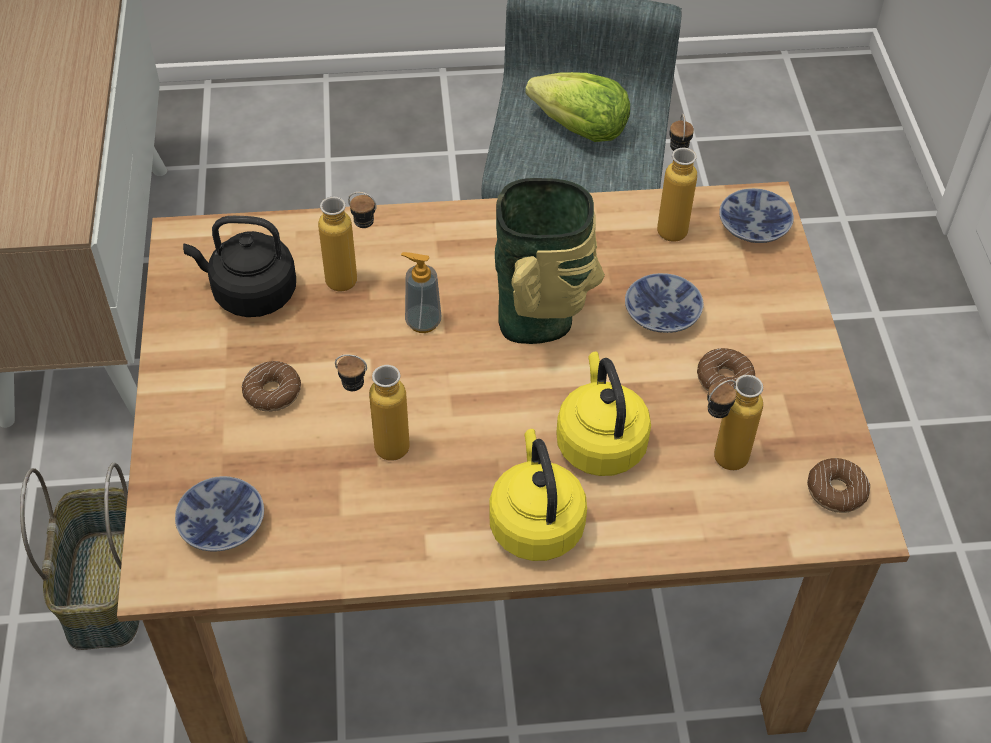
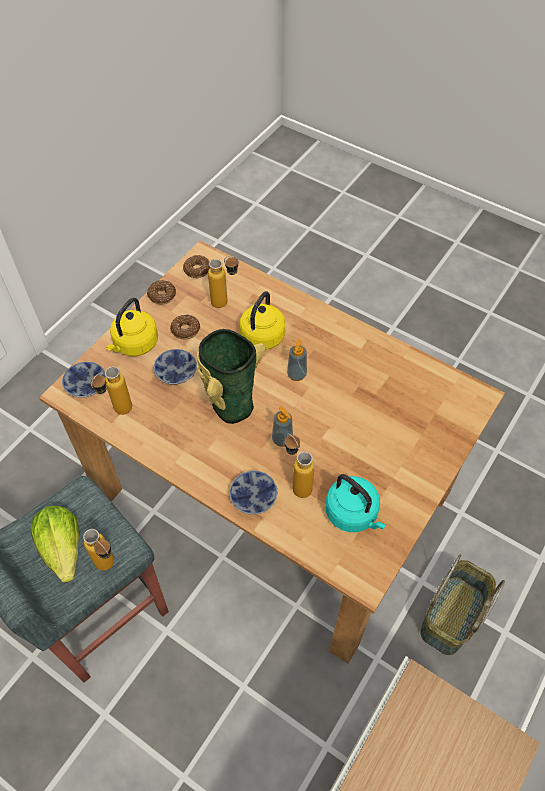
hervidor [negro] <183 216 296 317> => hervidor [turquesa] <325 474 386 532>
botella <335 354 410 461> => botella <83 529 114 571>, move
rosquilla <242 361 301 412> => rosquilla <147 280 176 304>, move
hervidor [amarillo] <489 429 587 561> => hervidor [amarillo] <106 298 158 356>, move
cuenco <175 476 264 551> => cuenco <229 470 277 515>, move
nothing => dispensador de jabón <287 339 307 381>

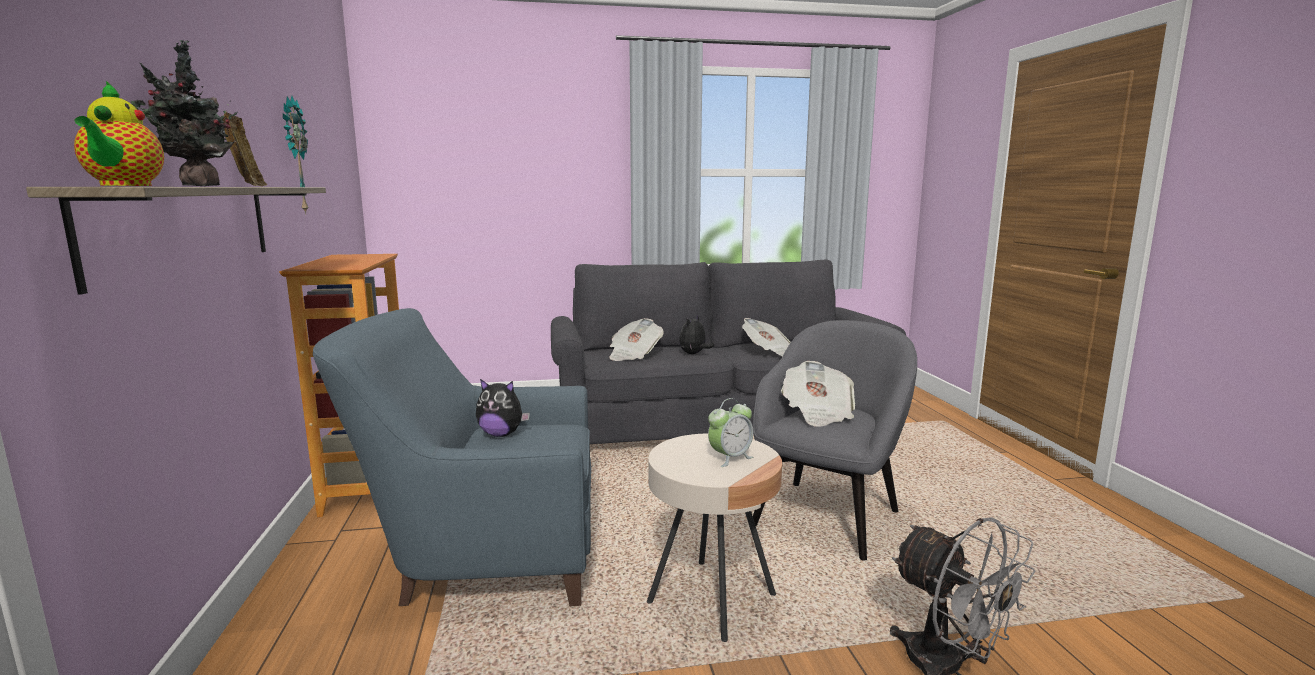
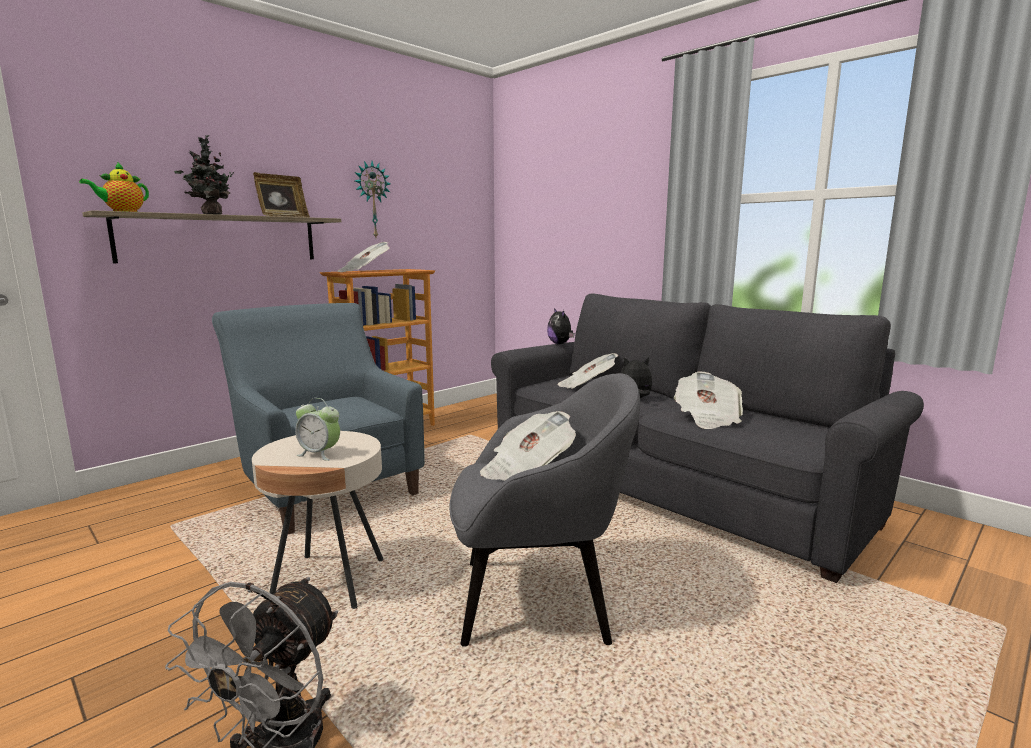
peluche <476 379 530 437> => peluche <547 308 574 344>, move
nothing => periódico <338 242 390 272>

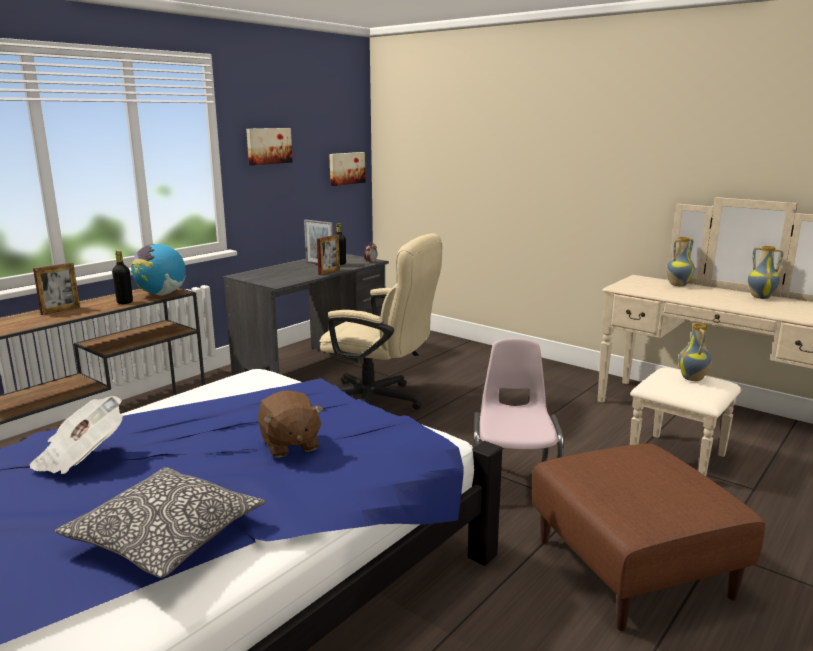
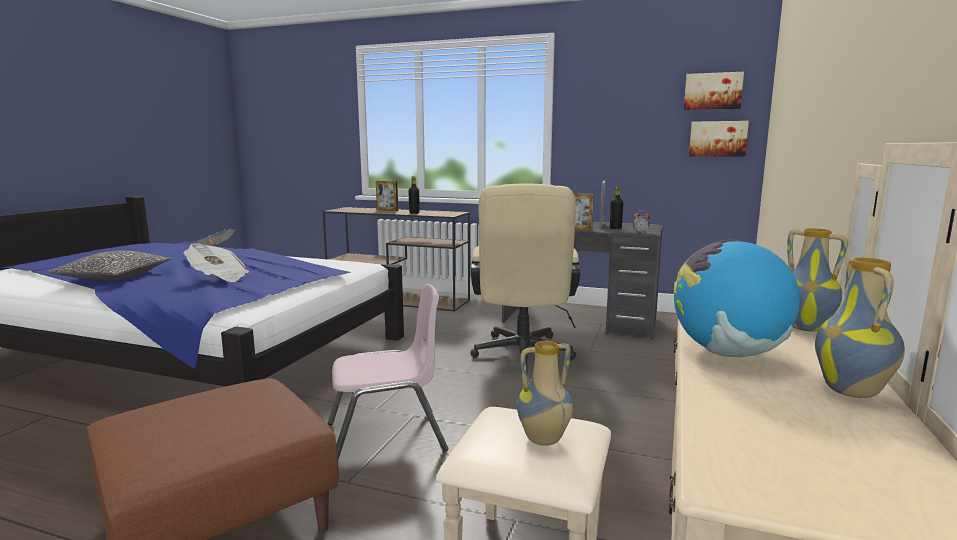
cuadro <246 128 293 165> => cuadro <684 72 744 110>, move
globo terráqueo <131 244 186 296> => globo terráqueo <673 240 800 357>, move
peluche [marrón] <258 391 324 458> => periódico <184 244 249 282>

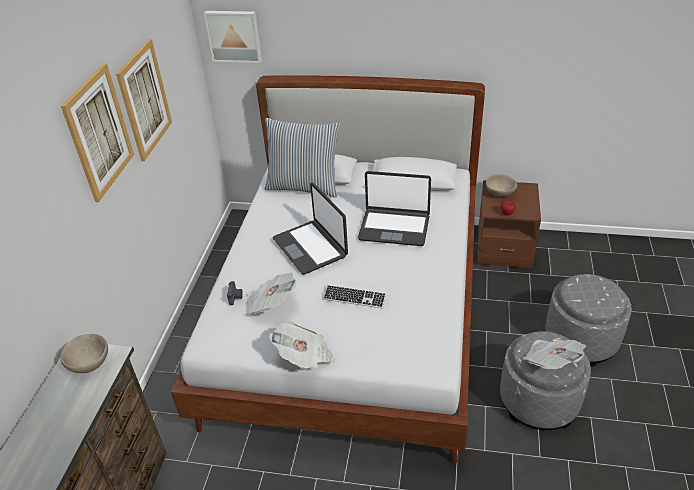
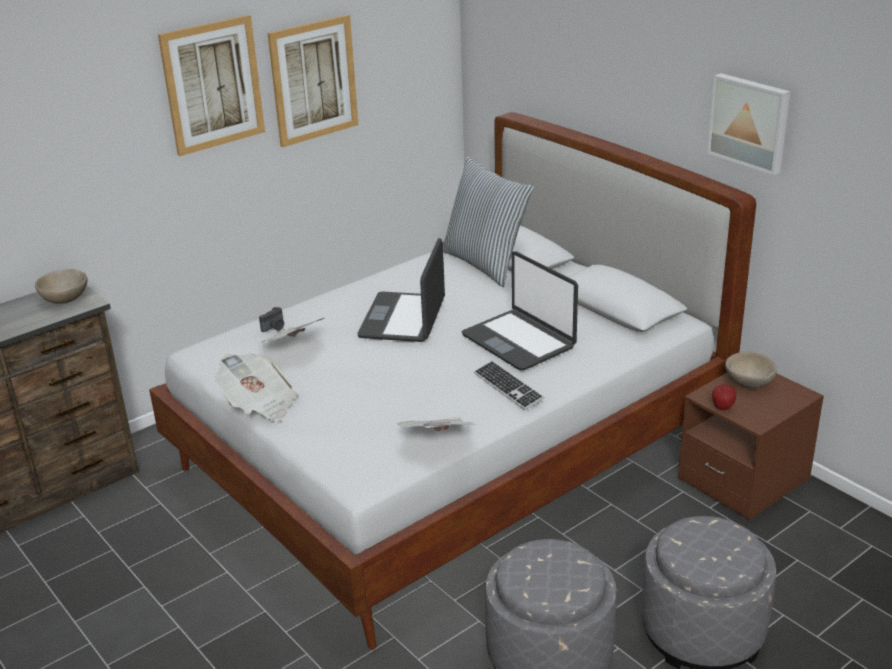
cuadro <204 11 262 63> => cuadro <707 73 790 175>, move
teclado <323 285 386 309> => teclado <474 361 544 410>, move
periódico <523 339 586 369> => periódico <397 417 474 431>, move

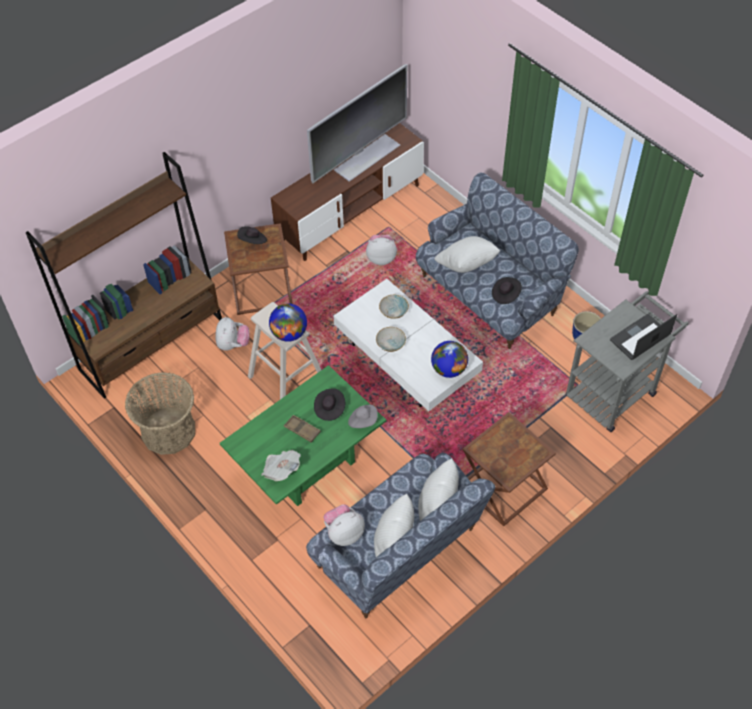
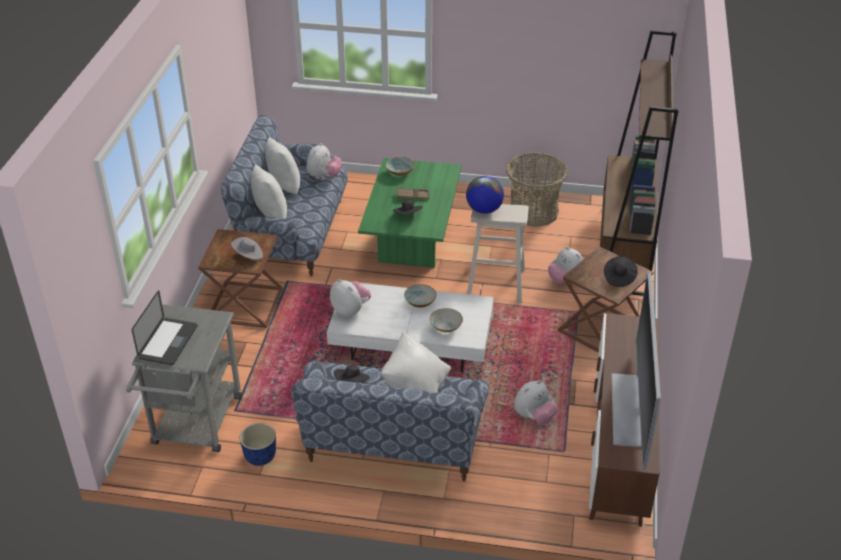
globo terráqueo <431 341 468 378> => peluche <330 279 371 317>
sombrero [gris] <348 405 378 428> => sombrero [gris] <231 237 263 260>, move
periódico <261 450 301 481> => cuenco <386 157 415 176>

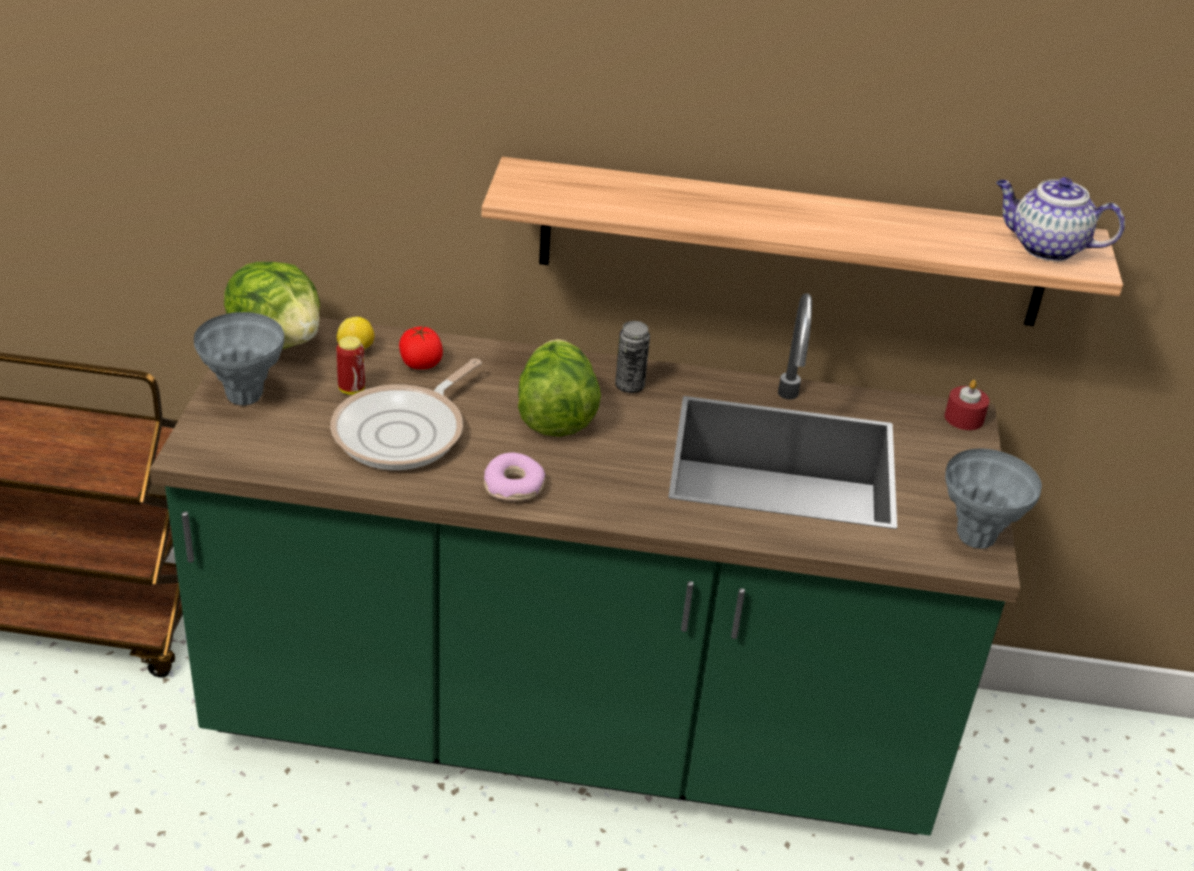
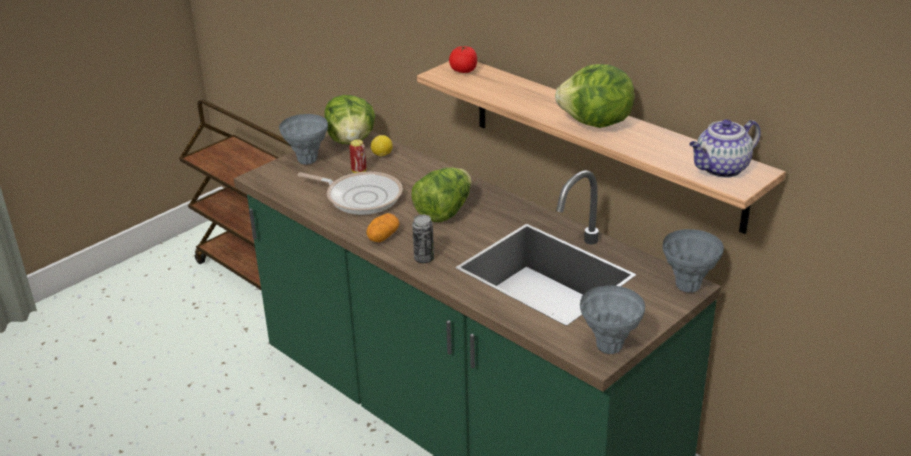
tetera <996 177 1125 261> => tetera <689 119 761 178>, 90 degrees counterclockwise
lata <615 321 650 393> => lata <412 215 434 263>, move
tomate <399 325 443 369> => tomate <449 46 477 73>, move
sartén <330 358 482 470> => sartén <298 172 403 215>, 135 degrees counterclockwise
vela [rojo] <945 380 990 430> => florero [gris] <662 229 724 293>
rosquilla <484 453 546 501> => patata <366 213 400 242>
nothing => lechuga <555 64 635 128>

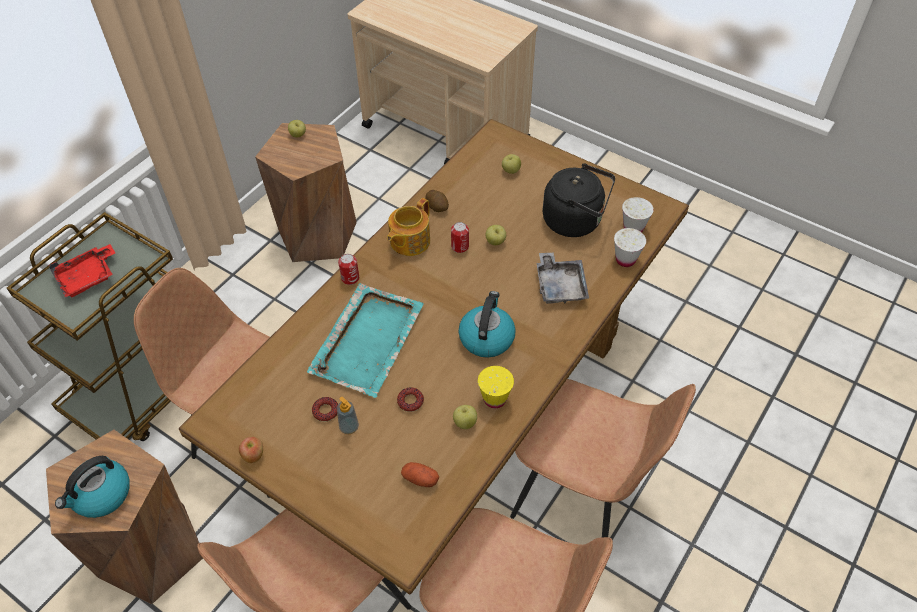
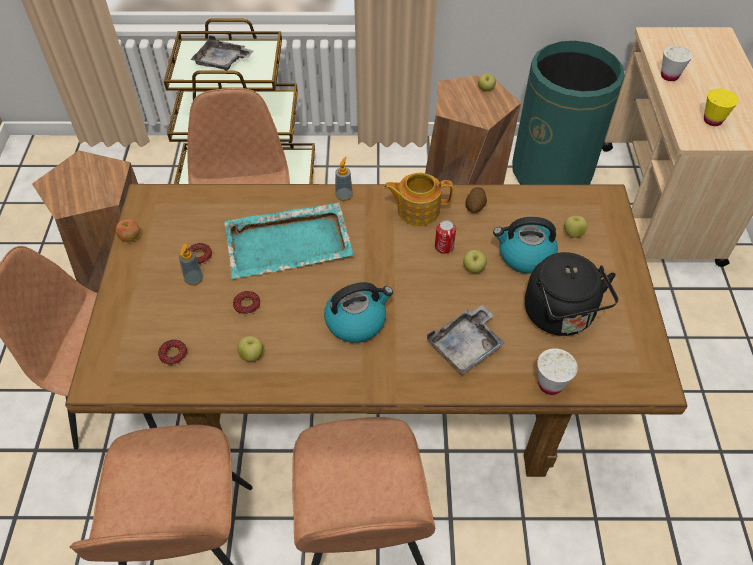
taza [blanco] <622 197 654 232> => taza [blanco] <661 45 693 81>, move
bandeja [rojo] <49 244 115 298> => bandeja [gris] <190 35 254 70>
lata <338 254 359 285> => dispensador de jabón <335 157 353 201>
taza [amarillo] <478 366 514 409> => taza [amarillo] <704 89 739 126>, move
hervidor <55 456 130 518> => hervidor <493 217 558 274>, move
patata <401 462 439 487> => rosquilla <158 339 187 365>
nothing => papelera [verde] <512 41 625 185>

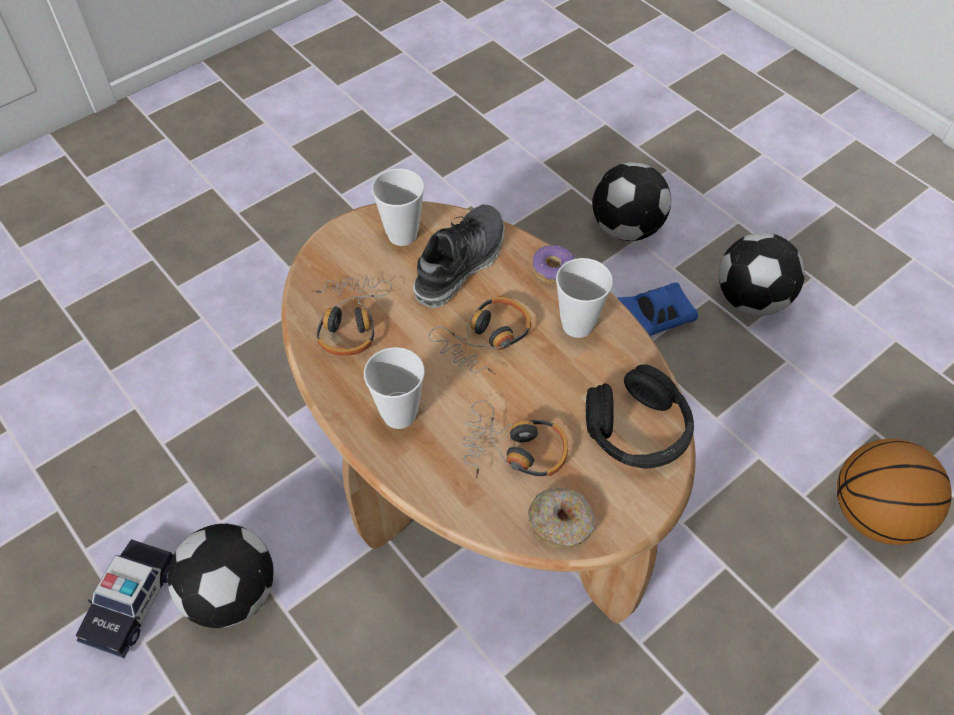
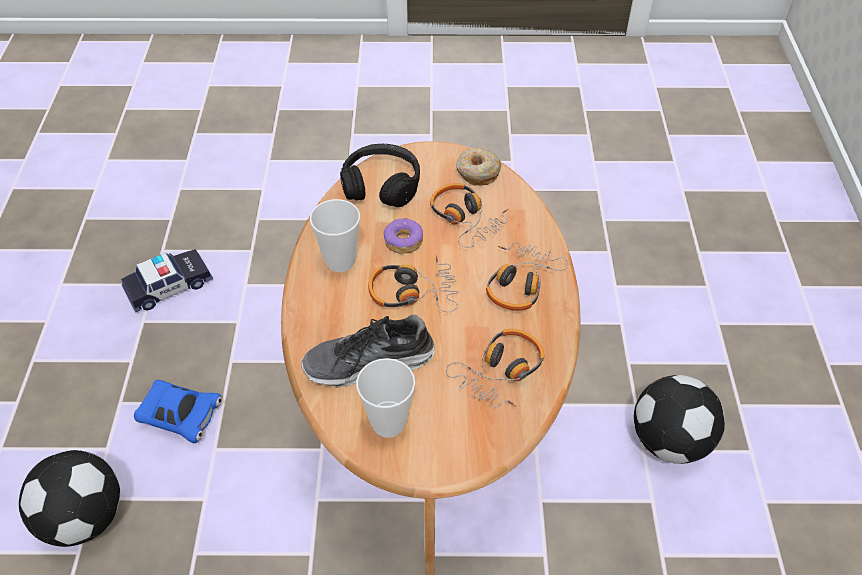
balón de fútbol <718 233 805 316> => nothing
rosquilla <532 245 575 284> => rosquilla <384 218 423 254>, move
taza <364 347 425 429> => auriculares <486 242 568 311>
balón de baloncesto <837 439 952 545> => nothing
coche de juguete <75 539 173 658> => coche de juguete <121 249 213 312>, move

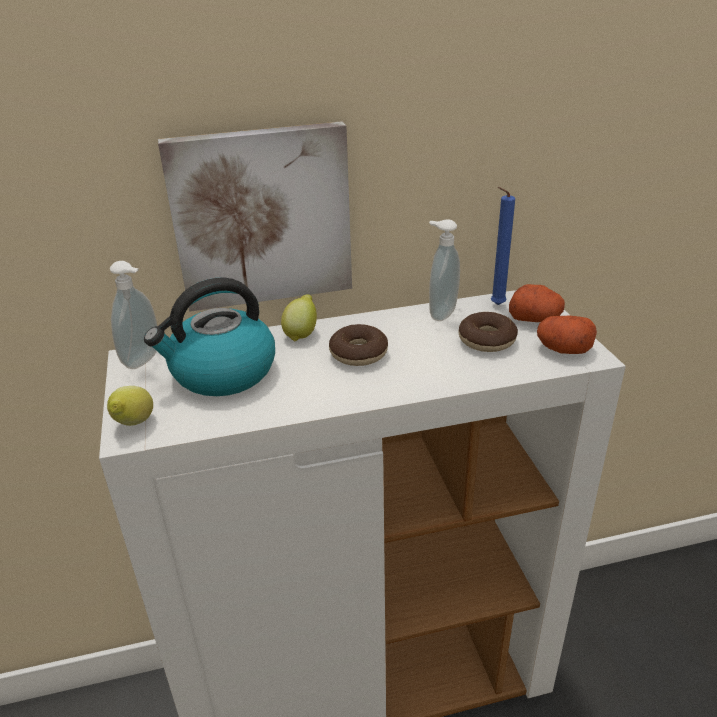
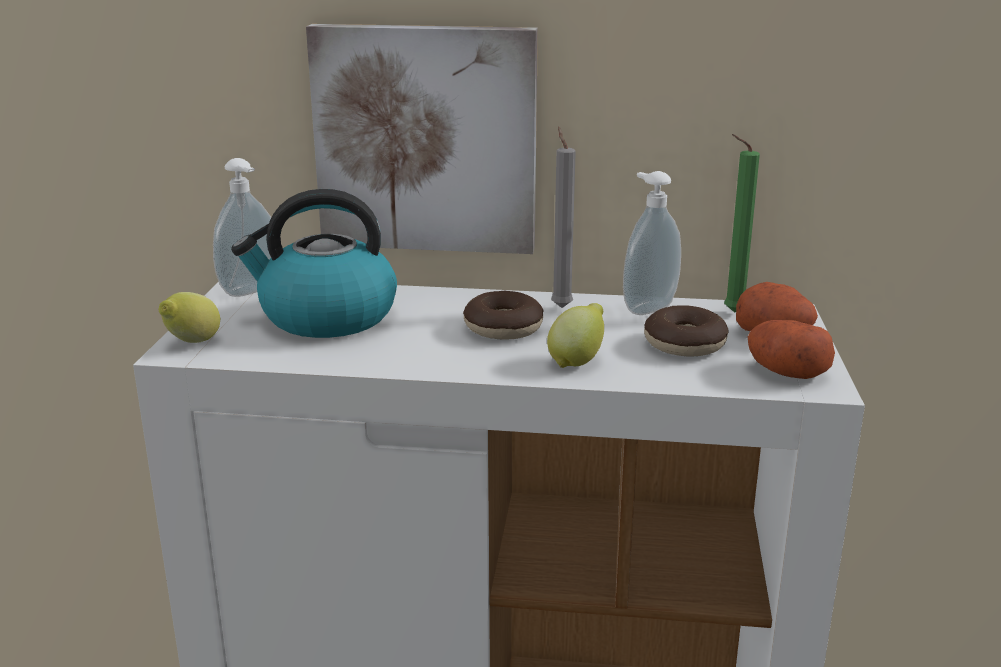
vela [azul] <491 187 515 305> => vela [verde] <724 134 760 313>
limón <281 294 317 342> => limón <547 303 604 368>, move
nothing => vela [gris] <551 127 576 308>

